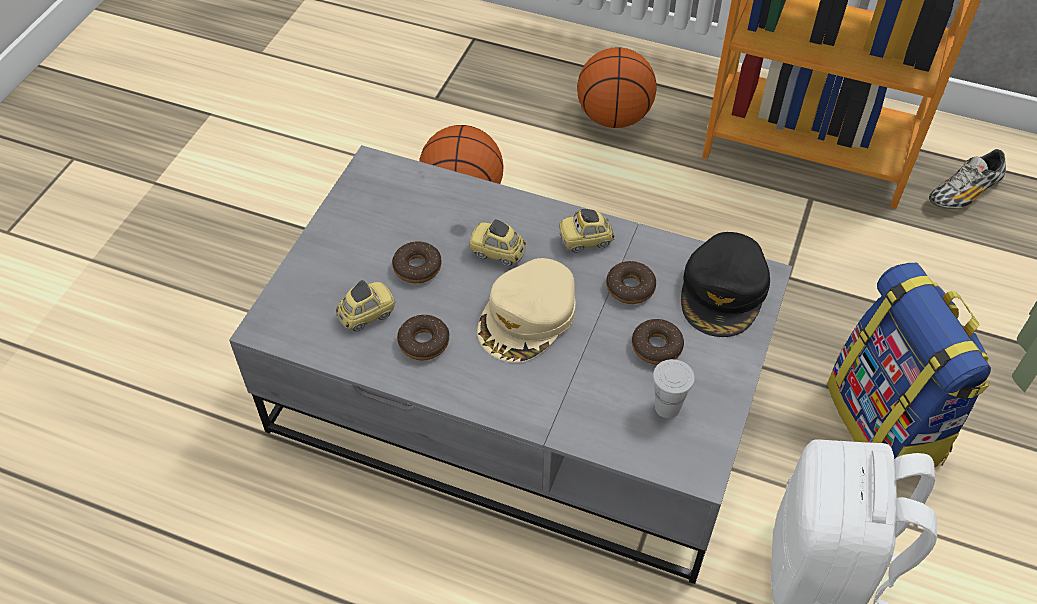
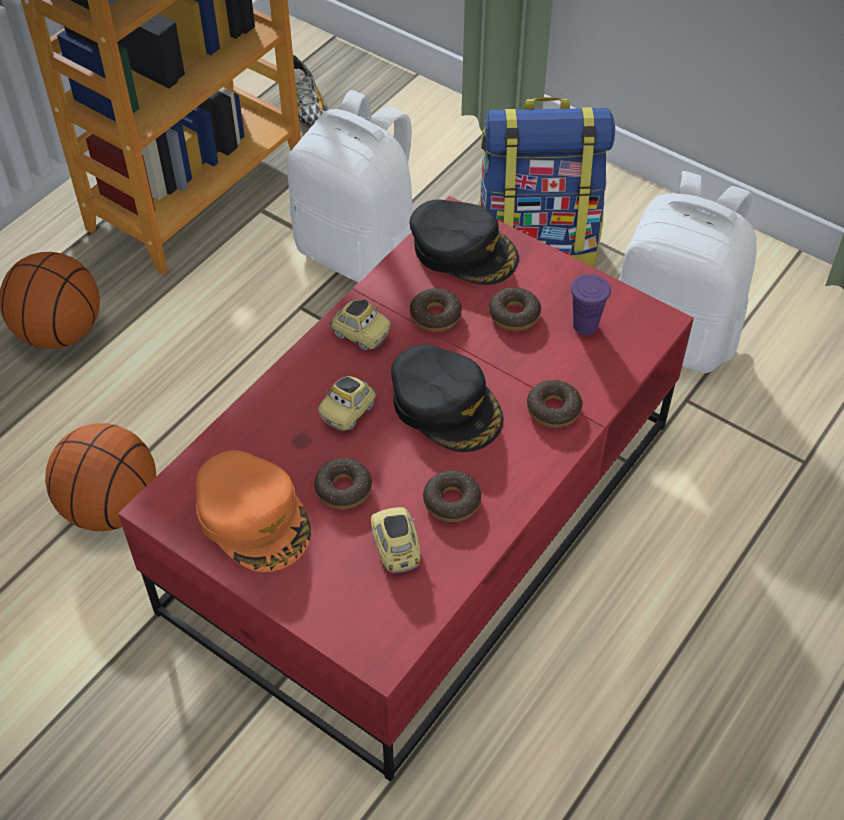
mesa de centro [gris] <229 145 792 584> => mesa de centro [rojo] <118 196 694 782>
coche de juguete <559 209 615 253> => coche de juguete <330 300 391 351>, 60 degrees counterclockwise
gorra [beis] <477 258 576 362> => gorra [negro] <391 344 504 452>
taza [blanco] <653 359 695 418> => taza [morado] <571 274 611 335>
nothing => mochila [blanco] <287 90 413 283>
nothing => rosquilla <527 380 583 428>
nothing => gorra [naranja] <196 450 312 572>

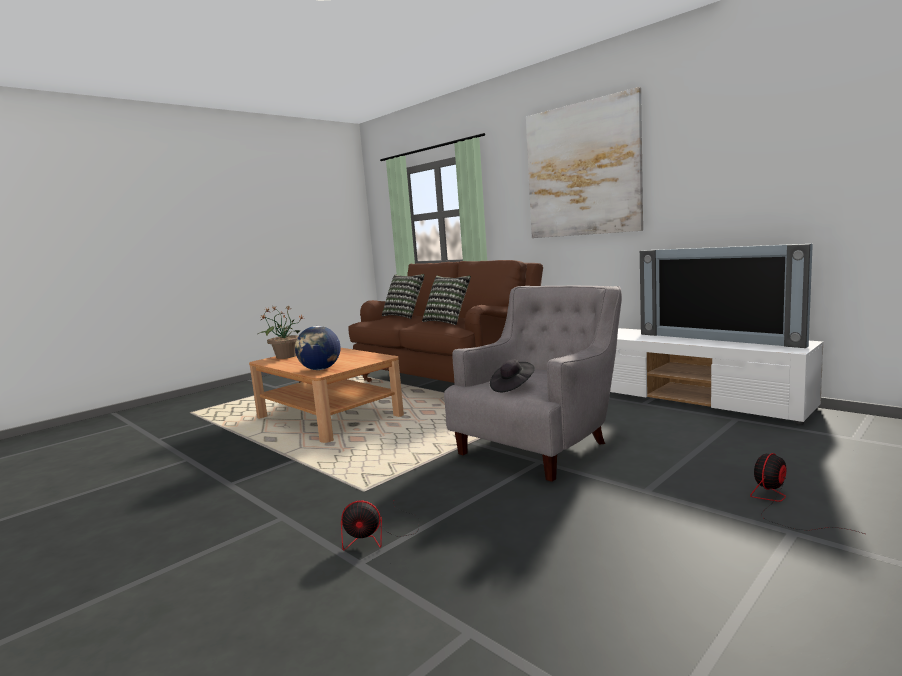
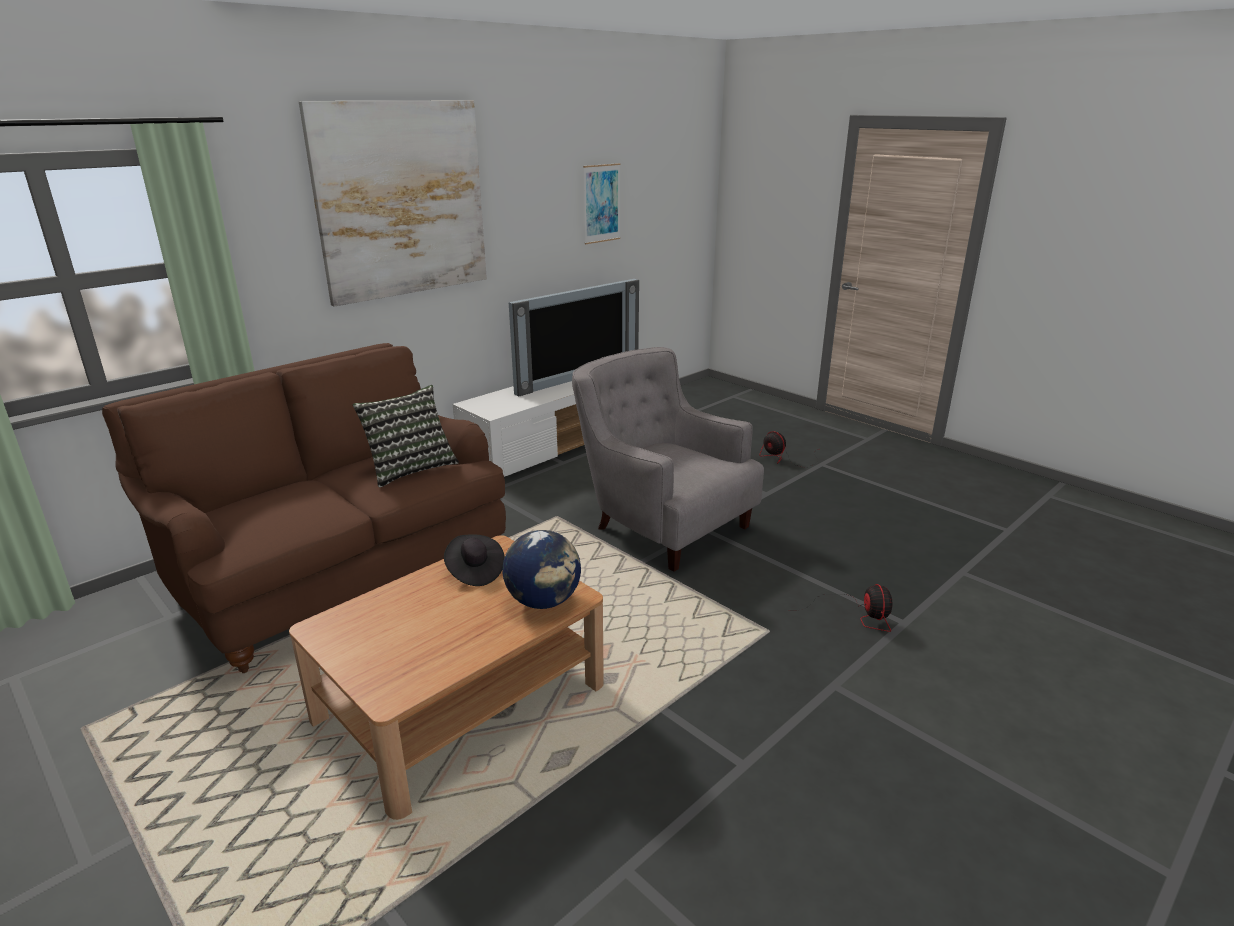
cojín <382 274 425 319> => nothing
planta en maceta <258 306 303 359> => nothing
sombrero [negro] <490 359 535 392> => sombrero [negro] <444 534 505 586>, move
nothing => cuadro <583 163 620 244>

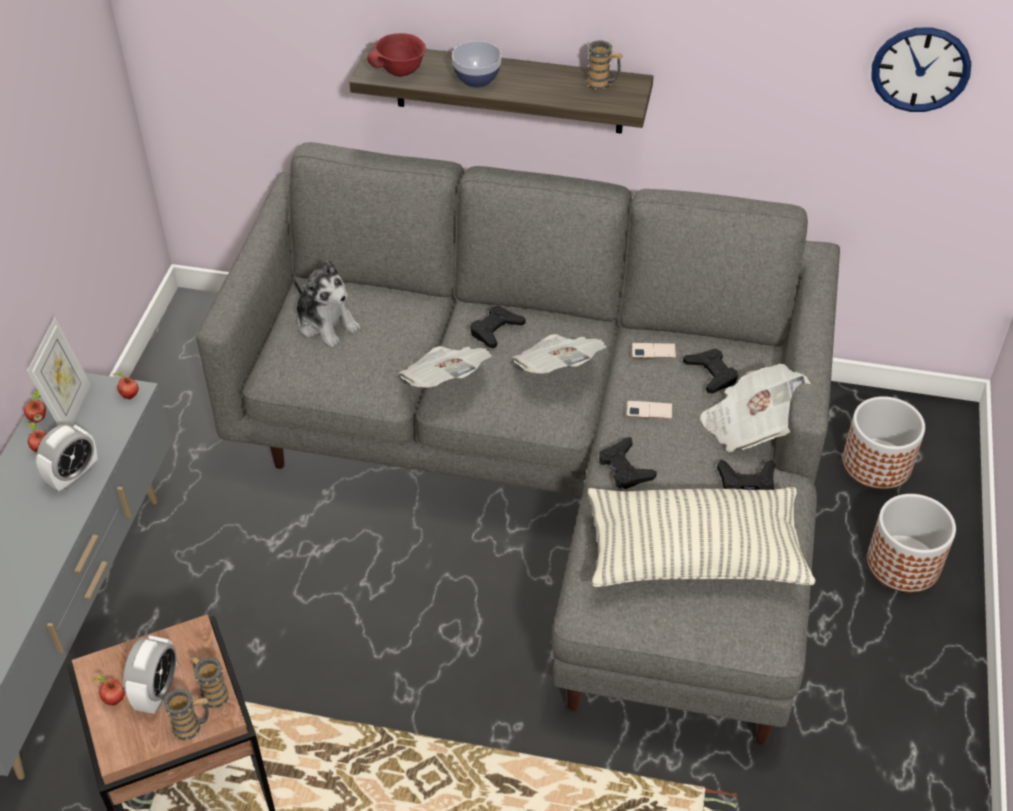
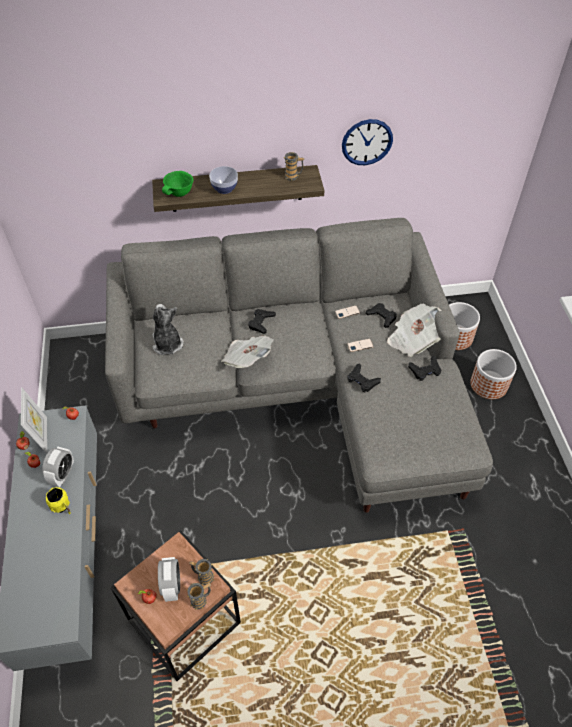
reloj de pared <871 27 971 112> => reloj de pared <342 119 393 165>, move
cuenco [rojo] <367 33 426 77> => cuenco [verde] <162 171 193 197>
peluche <293 260 360 347> => peluche <153 304 183 355>, 135 degrees counterclockwise
periódico <512 334 607 374> => nothing
cojín <588 487 816 587> => nothing
nothing => taza grande [amarillo] <46 487 71 514>

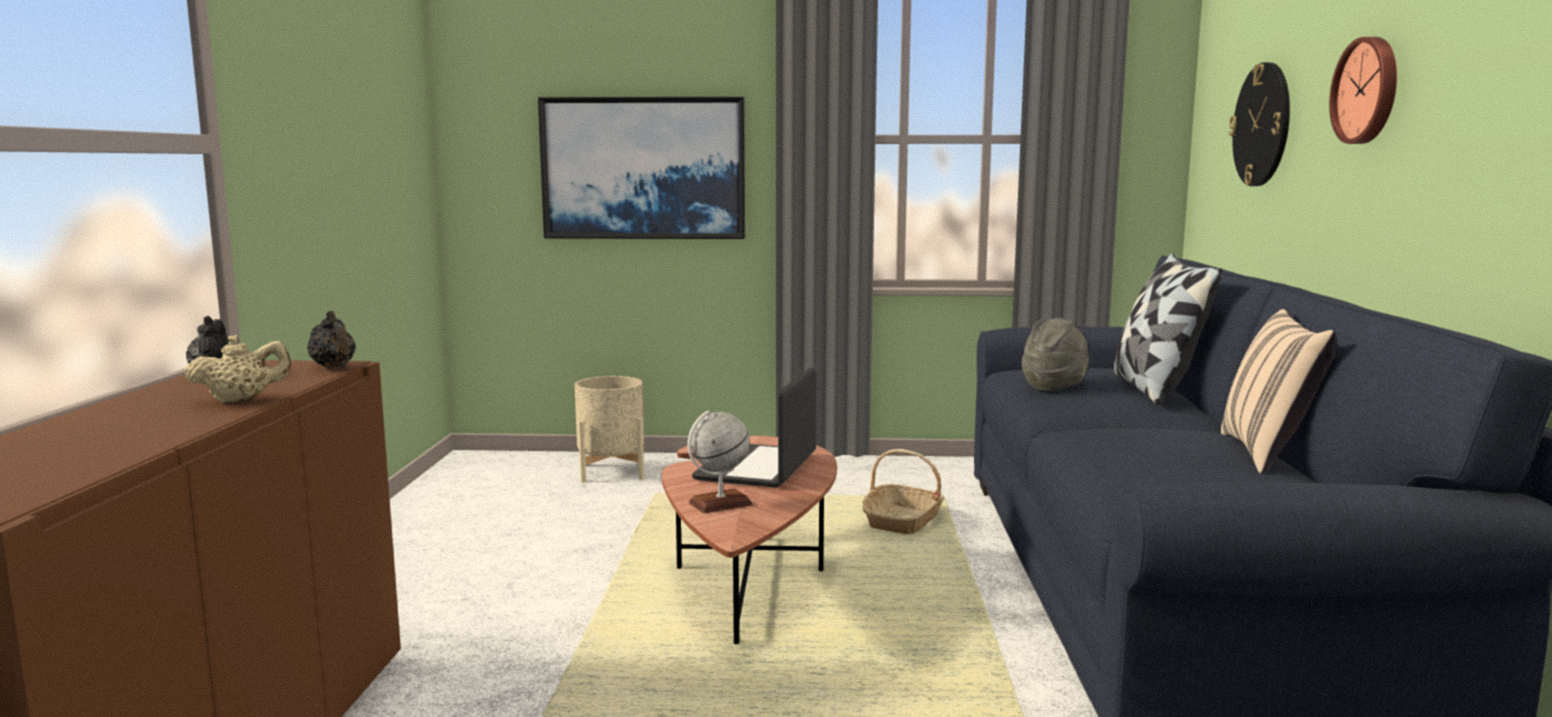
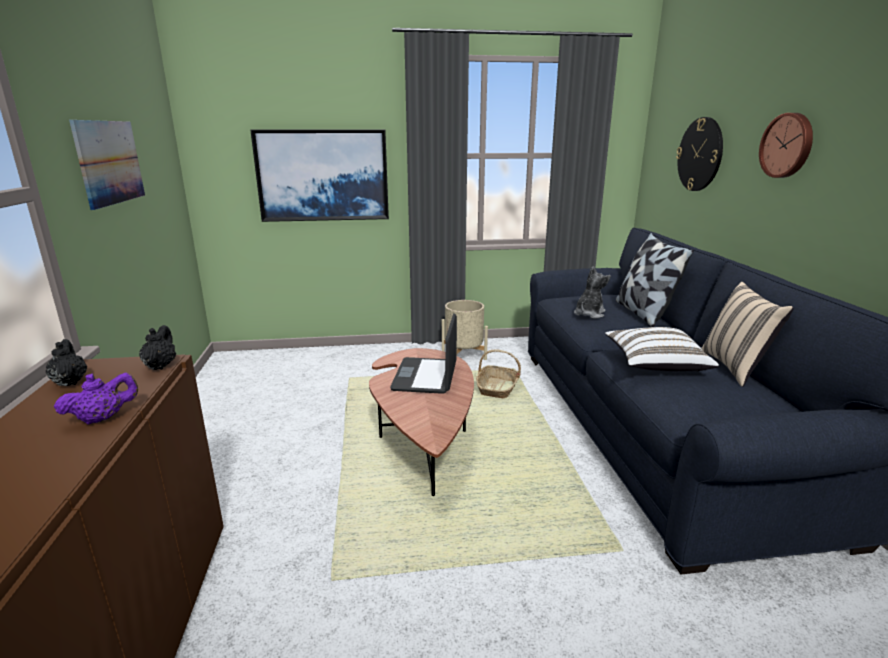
tetera [negro] <307 311 356 368> => tetera [negro] <139 325 176 370>, 135 degrees counterclockwise
sombrero [gris] <1021 318 1089 391> => peluche <574 266 611 319>
tetera [beis] <184 335 291 403> => tetera [morado] <54 373 138 425>
maceta [beis] <575 376 644 483> => maceta [beis] <442 300 488 360>, move
globo terráqueo <687 411 753 514> => nothing
nothing => cuadro <69 120 145 210>
nothing => cojín [blanco] <605 327 719 371>

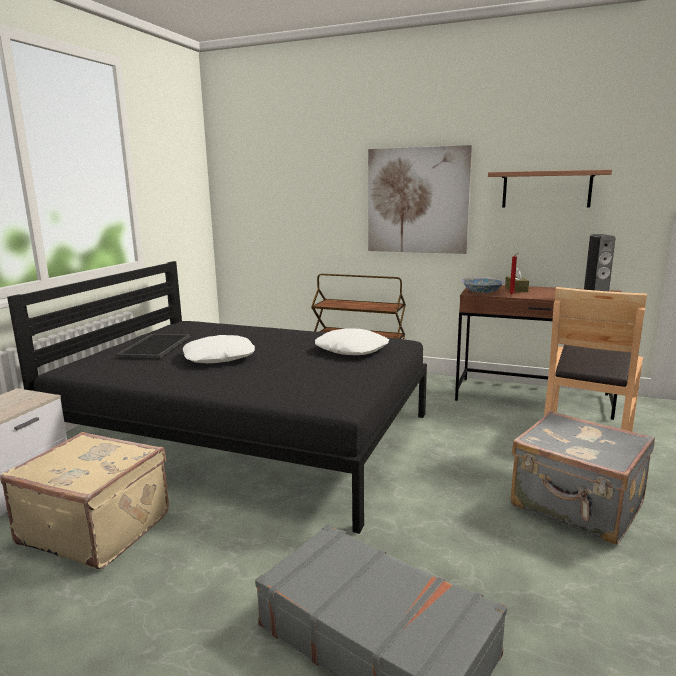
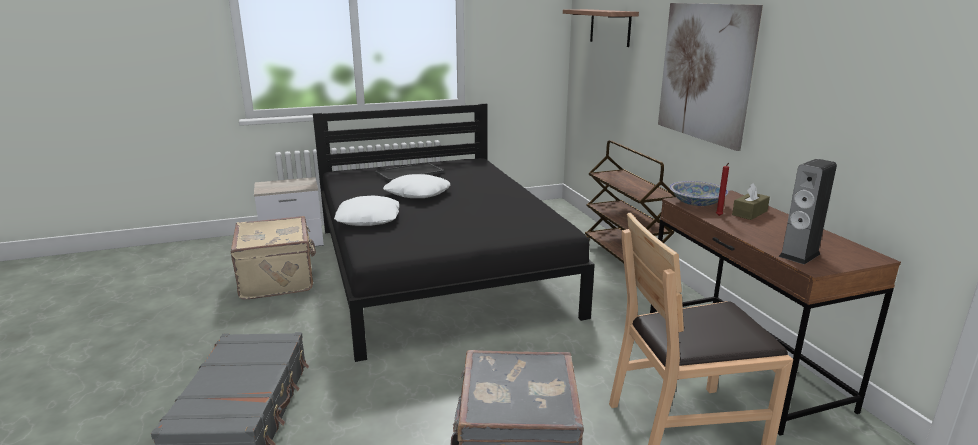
estante <488 170 612 208> => estante <563 9 639 47>, move
cojín [blanco] <315 329 389 355> => cojín [blanco] <334 196 399 226>, move

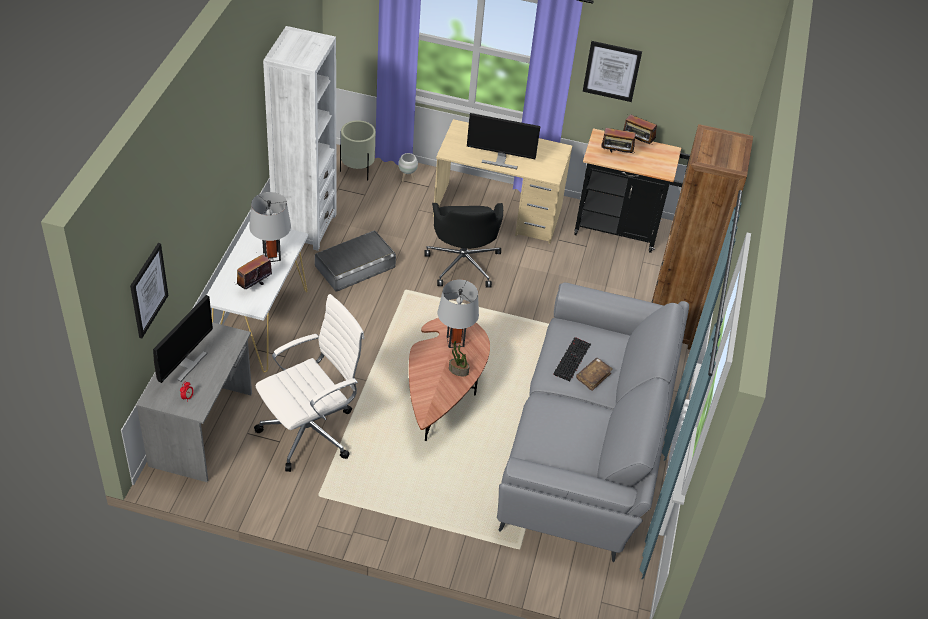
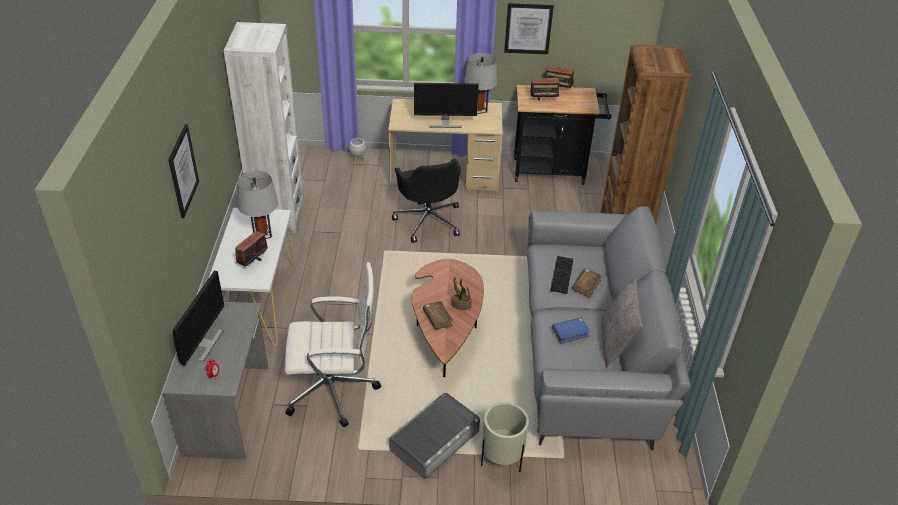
maceta [beis] <340 120 375 181> => maceta [beis] <481 402 529 472>, move
caja de almacenaje [gris] <315 230 396 292> => caja de almacenaje [gris] <389 393 480 479>, move
cuadro <130 243 169 339> => cuadro <168 124 199 218>, move
lámpara de mesa [gris] <438 279 479 348> => lámpara de mesa [gris] <464 53 497 114>, move
silla de oficina [blanco] <254 294 365 472> => silla de oficina [blanco] <285 262 381 427>, 45 degrees clockwise
nothing => cojín [gris] <601 277 643 368>
nothing => libro [marrón] <423 301 453 330>
nothing => libro [azul] <552 317 590 344>

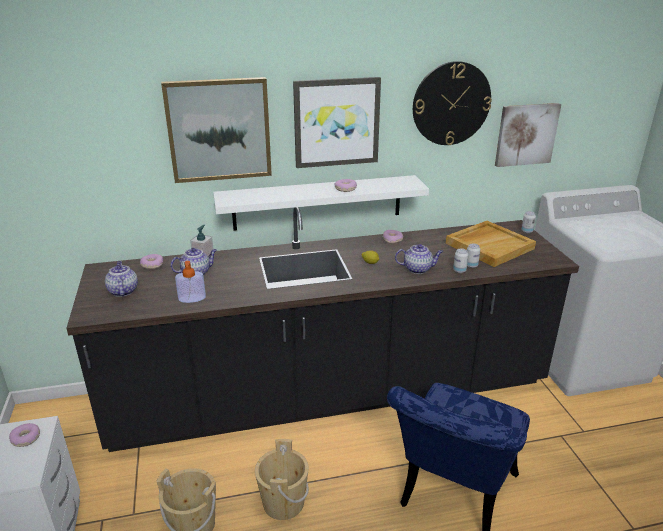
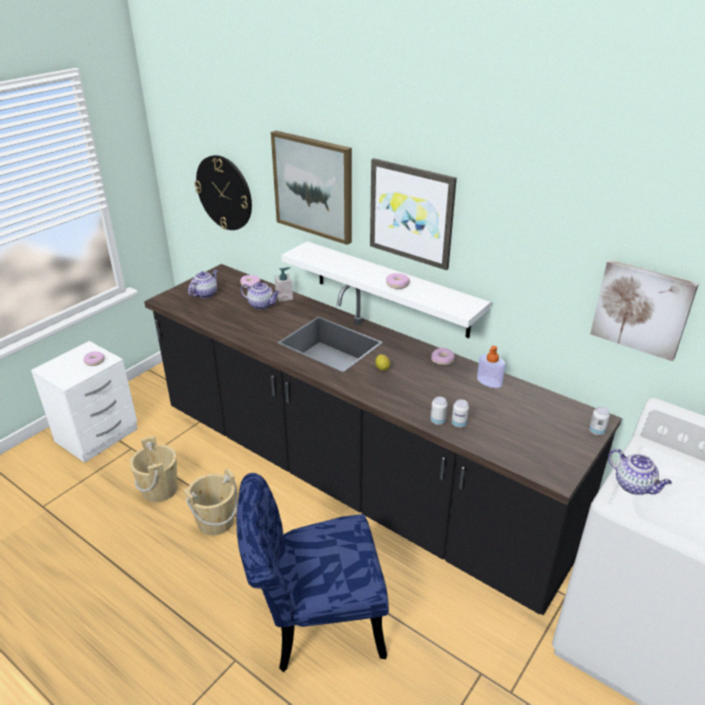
reloj de pared <413 61 492 145> => reloj de pared <195 155 252 230>, move
bandeja [beis] <446 221 536 267> => nothing
tetera <395 244 443 274> => tetera <608 449 672 495>, move
dispensador de jabón <175 261 206 303> => dispensador de jabón <477 346 505 388>, move

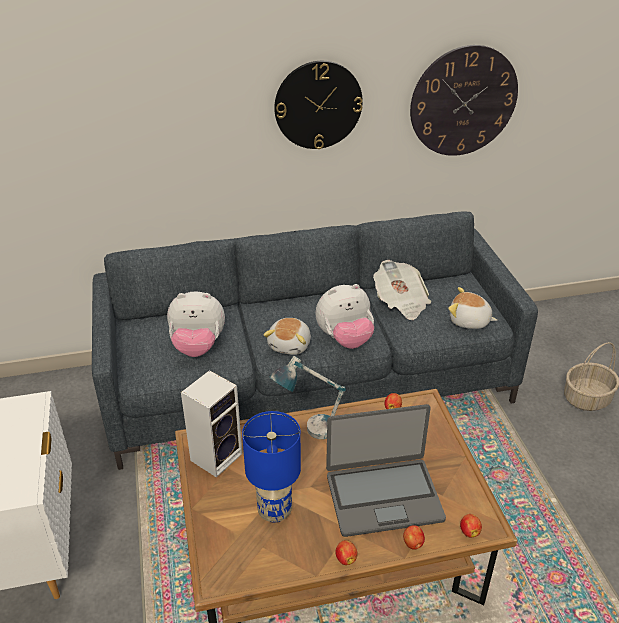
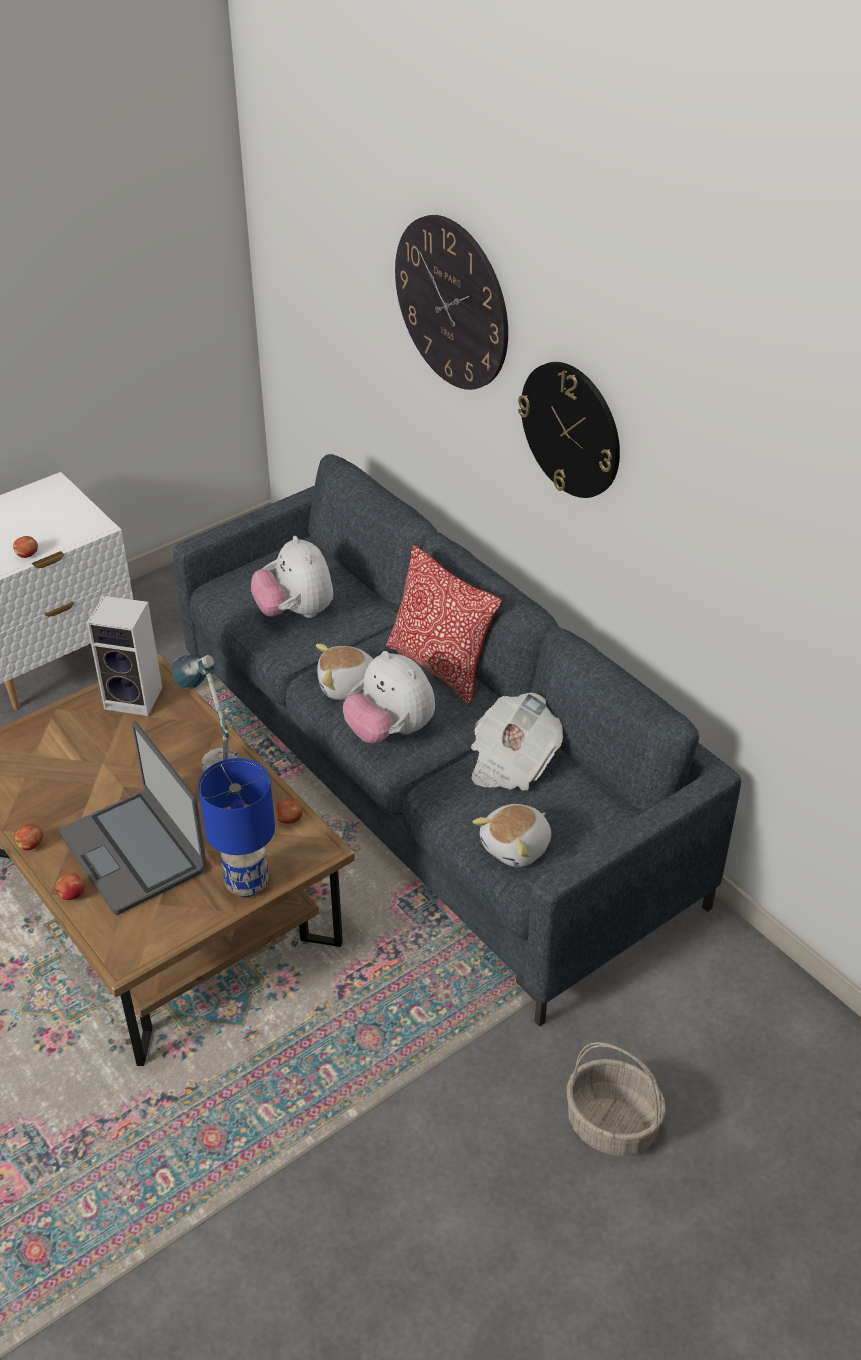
reloj de pared <410 45 518 156> => reloj de pared <395 215 508 390>, move
peluche <448 287 497 329> => peluche <473 804 551 867>, 135 degrees counterclockwise
lámpara de mesa [azul] <242 411 301 523> => lámpara de mesa [azul] <198 758 275 897>, move
manzana <460 514 482 538> => manzana <13 536 38 558>, move
nothing => cojín <386 545 502 704>

